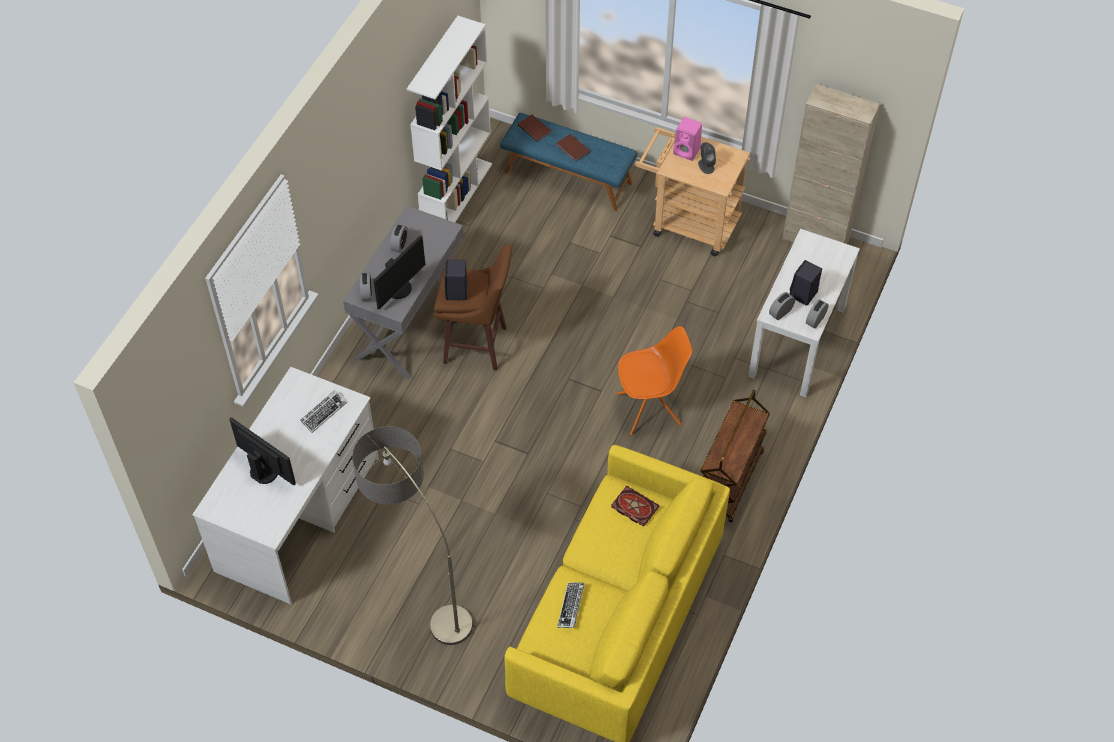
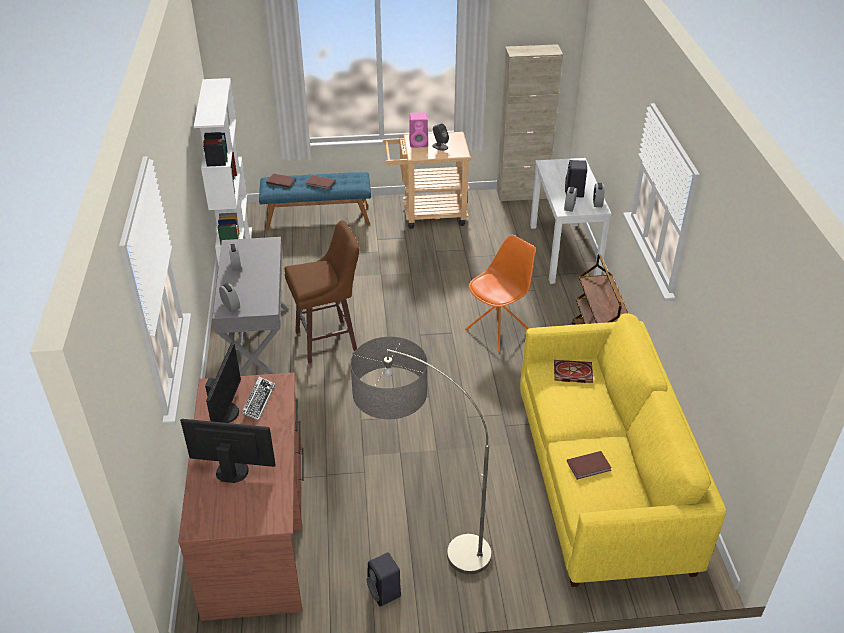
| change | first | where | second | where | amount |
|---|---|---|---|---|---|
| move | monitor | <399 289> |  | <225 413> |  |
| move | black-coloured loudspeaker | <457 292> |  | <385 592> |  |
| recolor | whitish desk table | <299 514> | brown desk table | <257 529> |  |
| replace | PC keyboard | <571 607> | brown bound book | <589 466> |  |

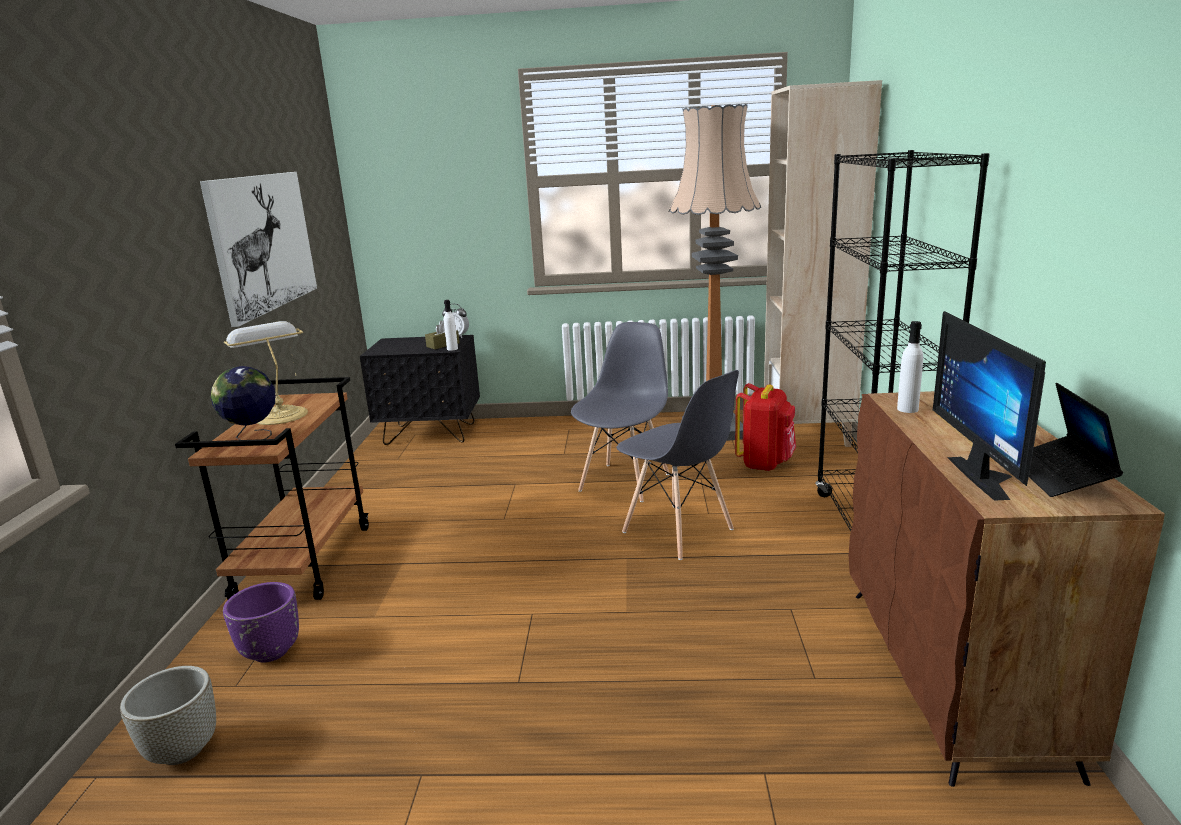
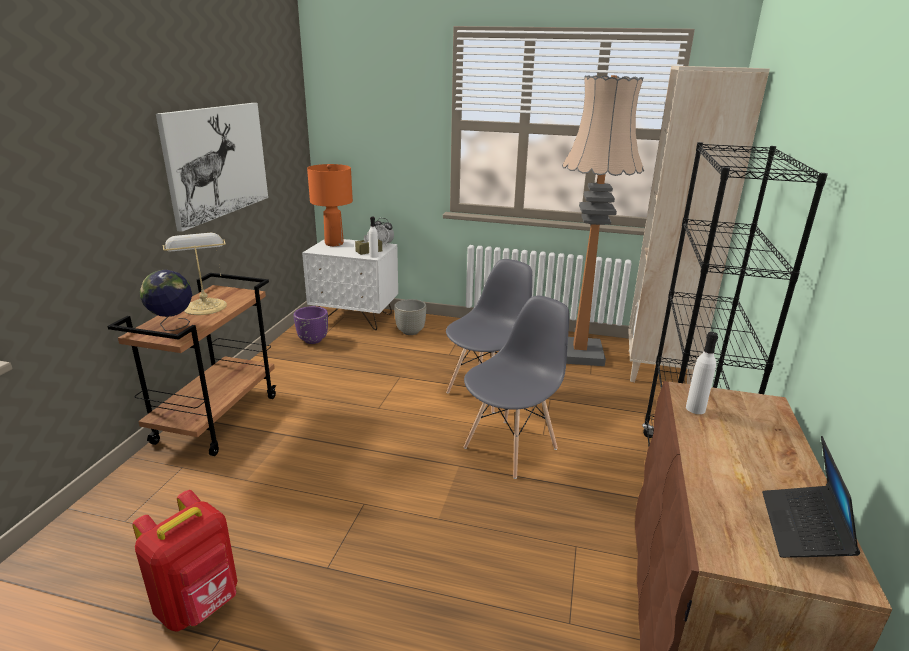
| change | first | where | second | where | amount |
|---|---|---|---|---|---|
| delete | monitor | <989 476> |  |  |  |
| recolor | black-coloured bedside table | <431 434> | whitish bedside table | <355 318> |  |
| rotate | grey chair | <678 531> |  | <511 448> | 105 degrees counterclockwise |
| move | reddish rucksack | <765 463> |  | <199 604> |  |
| move | purplish plant pot | <271 651> |  | <313 340> |  |
| move | grey plant pot | <182 750> |  | <410 331> |  |
| insert |  |  | orangey table lamp | <333 243> |  |

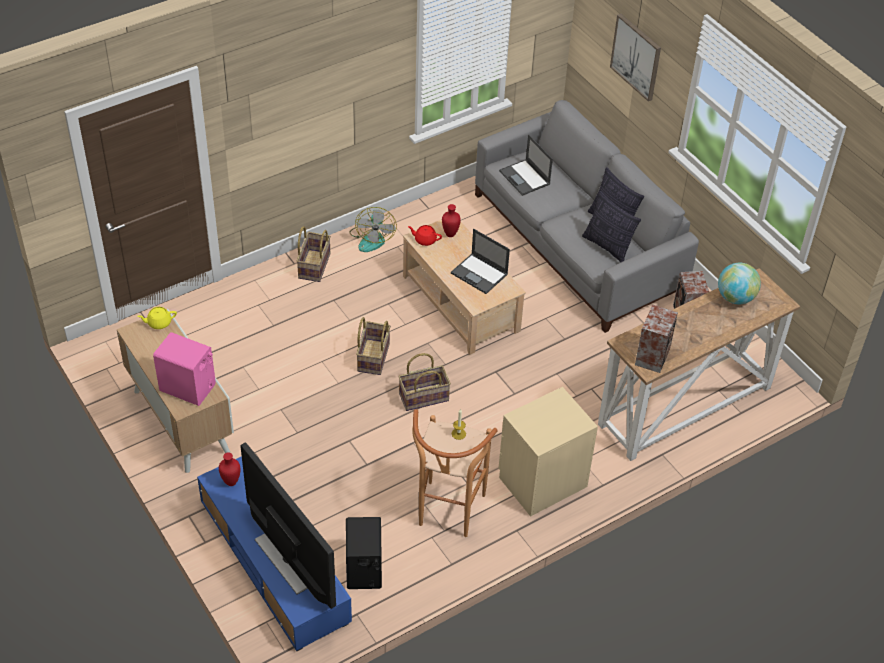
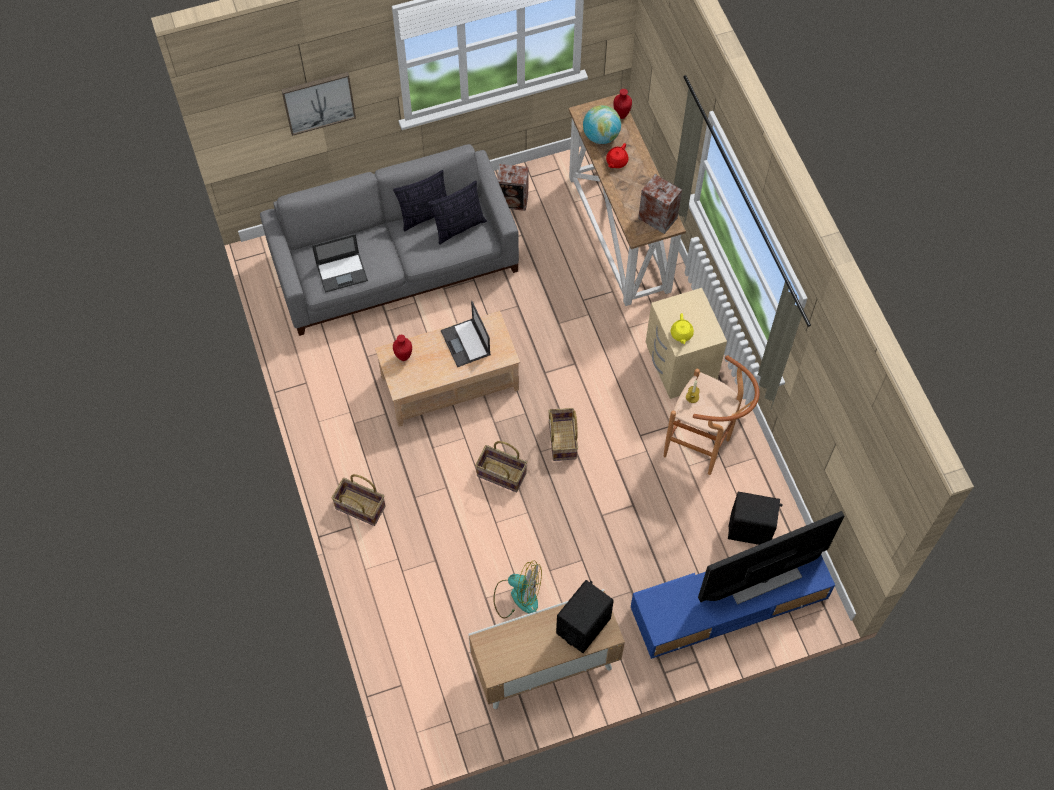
| change | first | where | second | where | amount |
|---|---|---|---|---|---|
| move | fan | <372 238> |  | <517 596> |  |
| move | reddish teapot | <425 240> |  | <616 161> |  |
| rotate | portable computer | <480 274> |  | <466 343> | 105 degrees clockwise |
| move | yellow teapot | <159 323> |  | <681 334> |  |
| recolor | pink-coloured loudspeaker | <188 387> | black-coloured loudspeaker | <583 625> |  |
| move | reddish decorative vase | <231 483> |  | <622 115> |  |

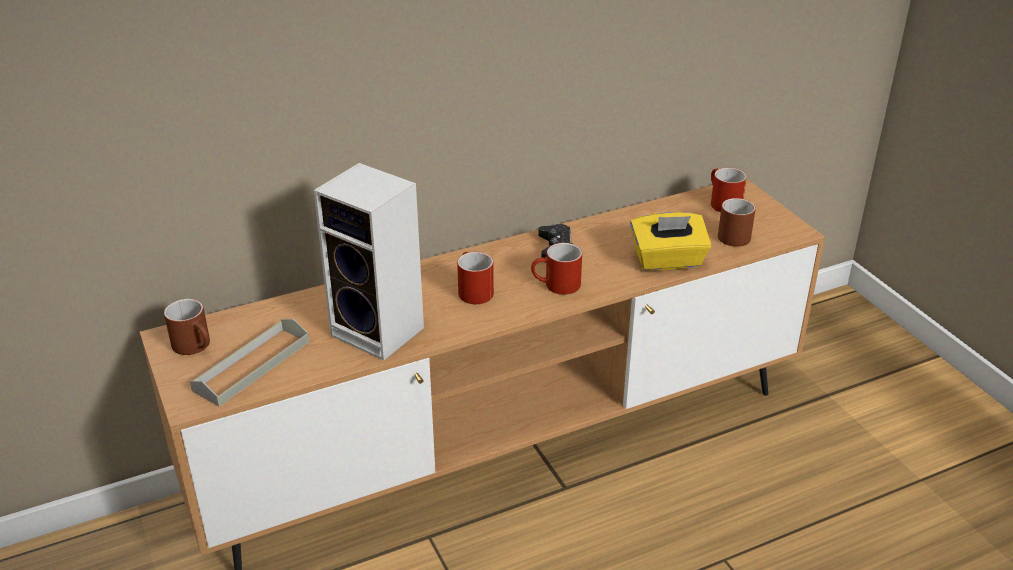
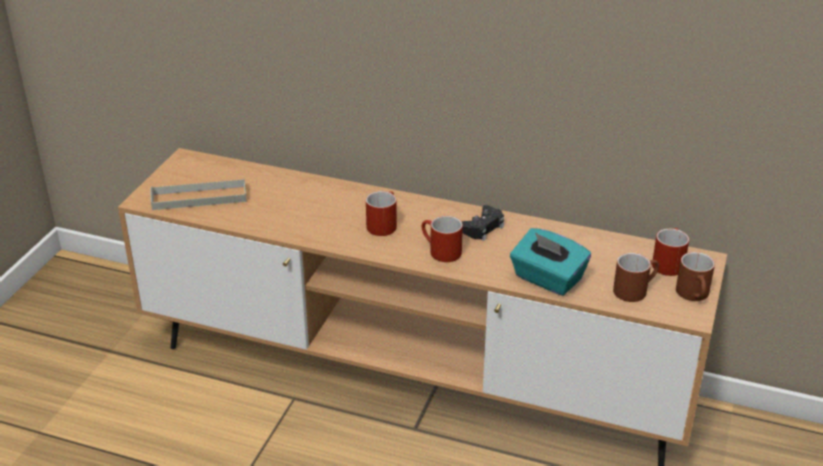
| change | first | where | second | where | amount |
|---|---|---|---|---|---|
| delete | loudspeaker | <381 332> |  |  |  |
| recolor | yellow box of tissues | <668 261> | blue-green box of tissues | <547 279> |  |
| move | brown mug | <196 346> |  | <695 295> |  |

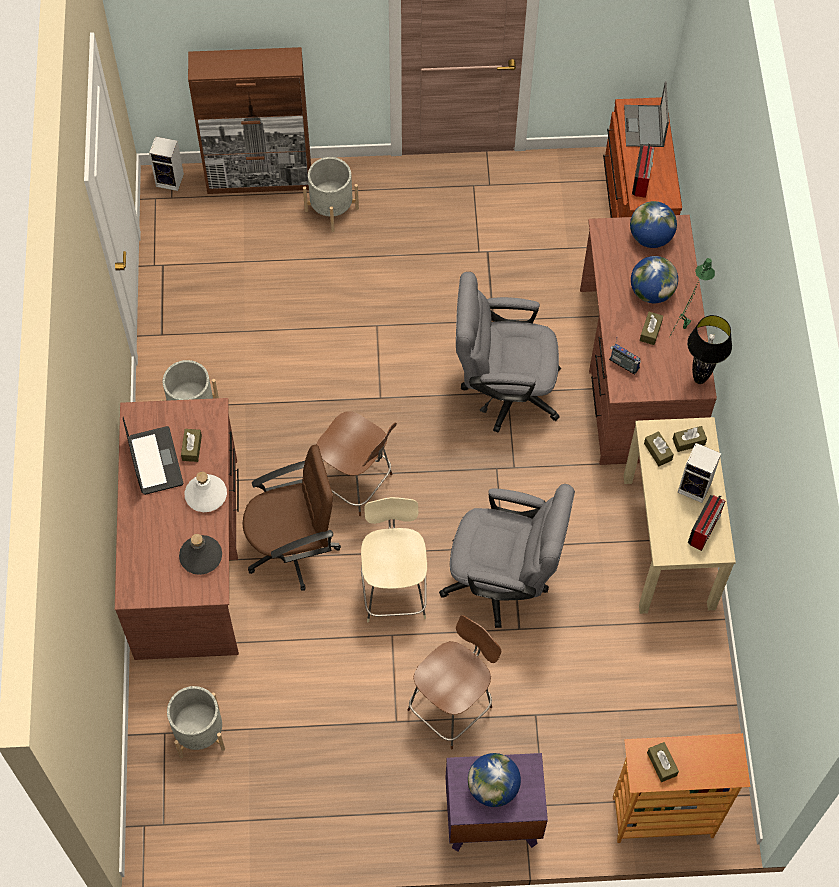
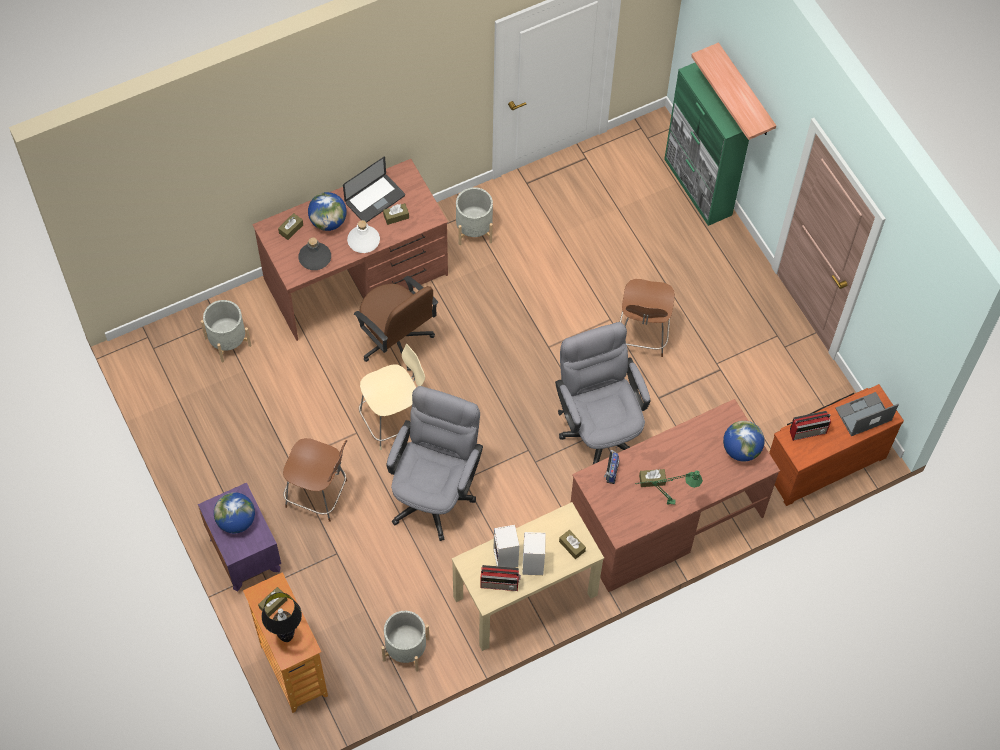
| change | first | where | second | where | amount |
|---|---|---|---|---|---|
| recolor | brown cabinet | <260 178> | greenish cabinet | <698 187> |  |
| move | loudspeaker | <171 180> |  | <506 559> |  |
| move | grey plant pot | <331 209> |  | <406 649> |  |
| move | world globe | <651 292> |  | <328 221> |  |
| move | black-coloured table lamp | <699 379> |  | <287 637> |  |
| move | brown chair | <355 482> |  | <642 335> |  |
| move | brown box of tissues | <657 451> |  | <291 229> |  |
| rotate | grey desk chair | <504 581> |  | <435 491> | 150 degrees counterclockwise |
| insert |  |  | wall shelf | <745 92> |  |

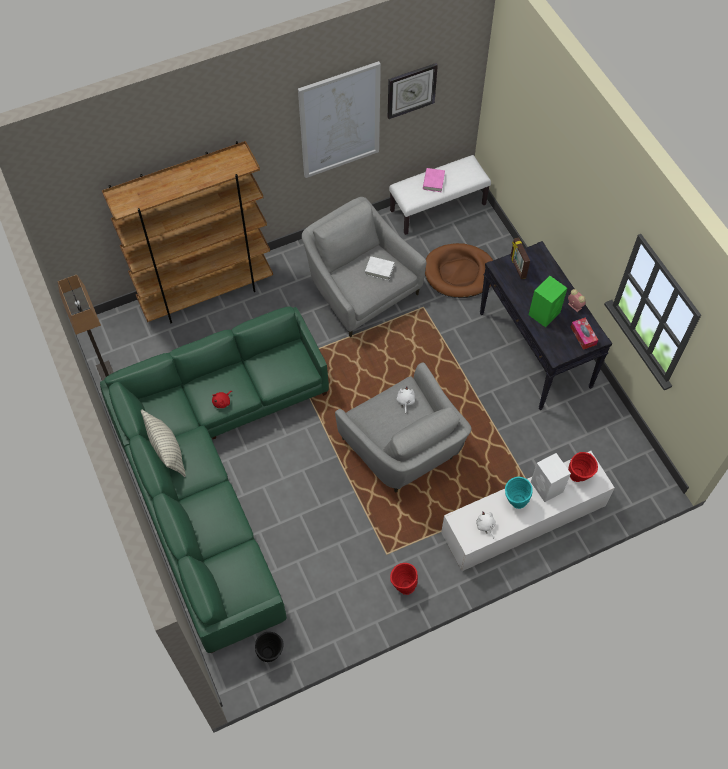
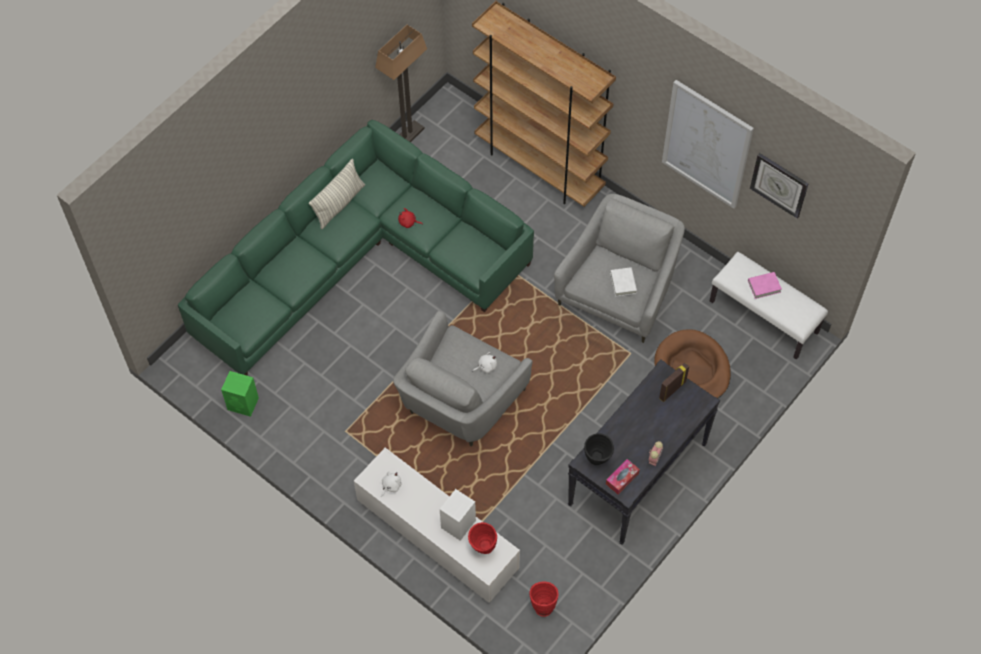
| change | first | where | second | where | amount |
|---|---|---|---|---|---|
| move | greenish loudspeaker | <544 313> |  | <244 404> |  |
| delete | blue-green decorative vase | <514 502> |  |  |  |
| move | reddish decorative vase | <402 586> |  | <542 605> |  |
| move | black-coloured decorative vase | <271 654> |  | <597 461> |  |

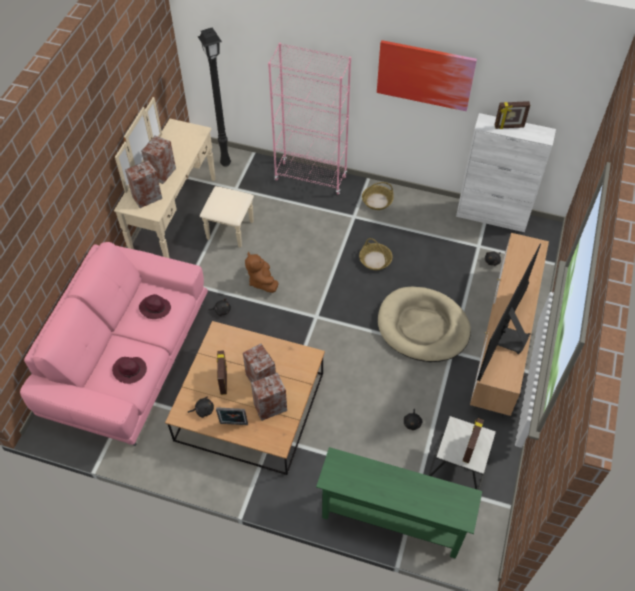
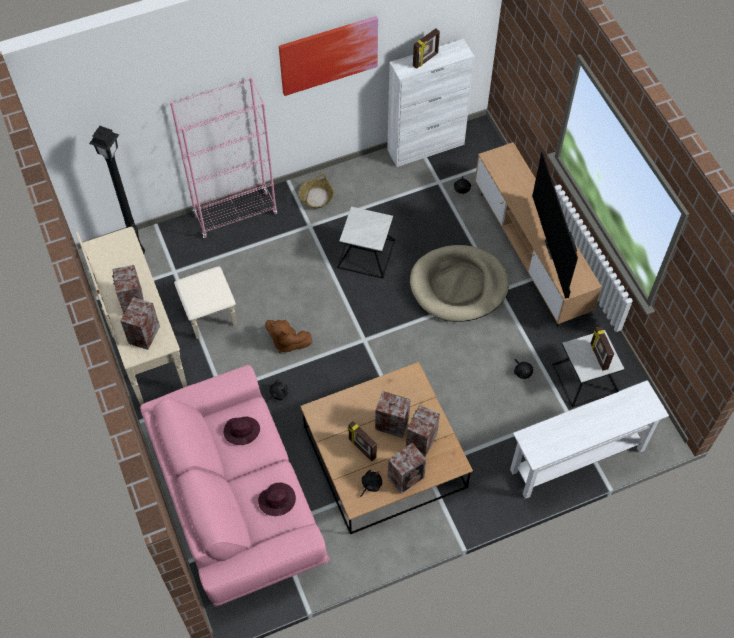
| change | first | where | second | where | amount |
|---|---|---|---|---|---|
| replace | household basket | <375 260> | accent table | <366 254> |  |
| replace | standing frame | <233 425> | loudspeaker | <407 477> |  |
| recolor | greenish narrow table | <391 522> | whitish narrow table | <577 460> |  |

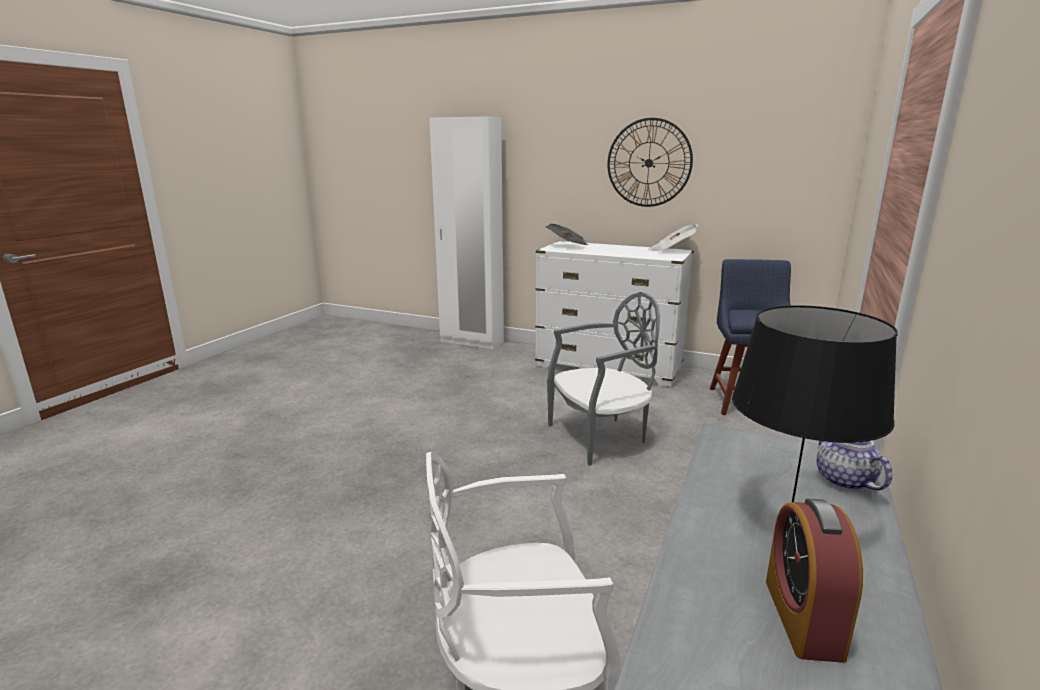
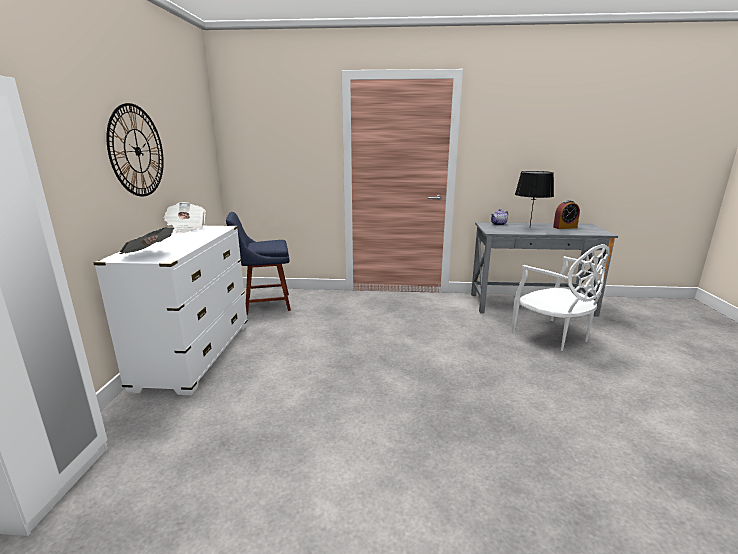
| change | first | where | second | where | amount |
|---|---|---|---|---|---|
| delete | grey chair | <601 437> |  |  |  |

